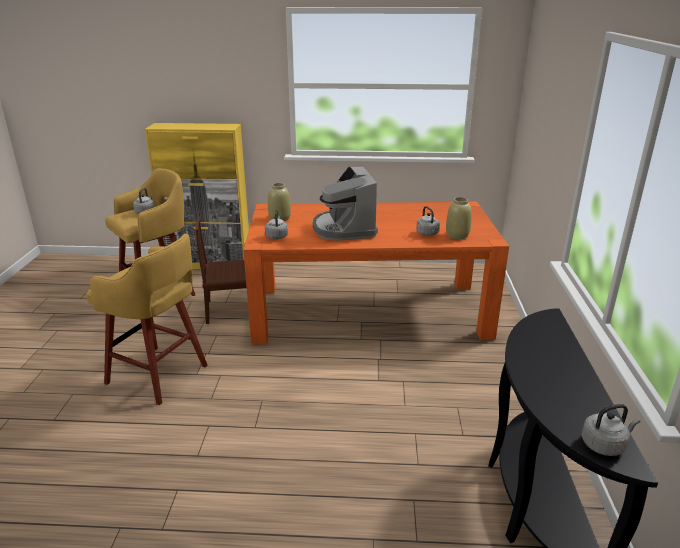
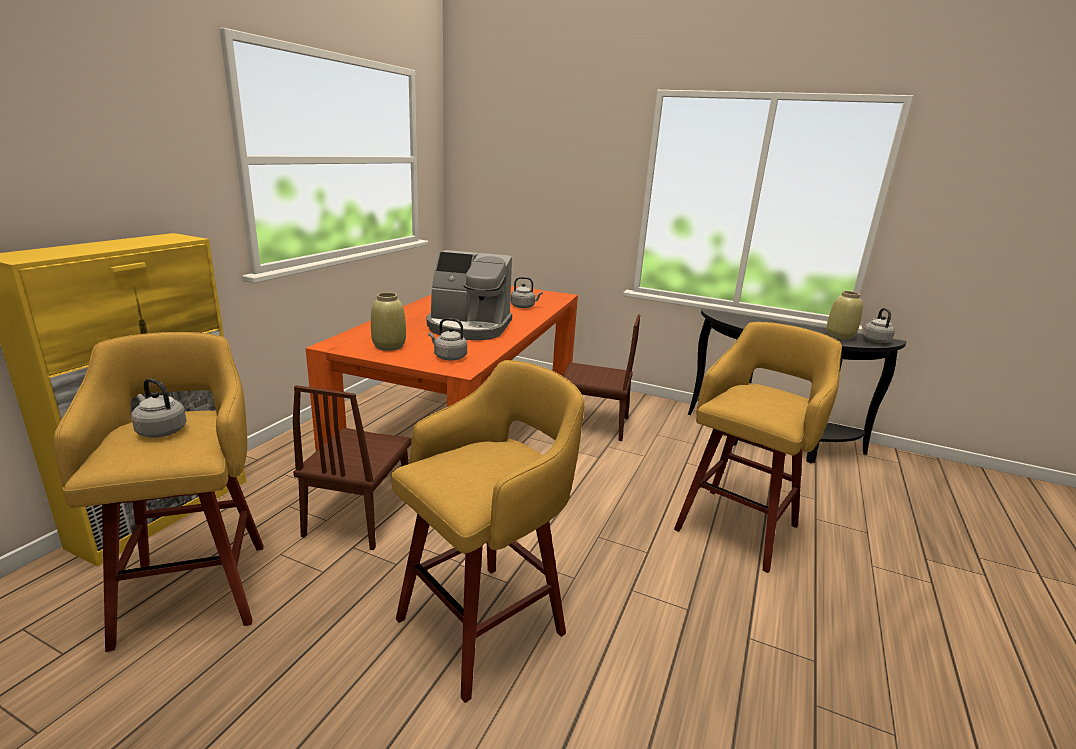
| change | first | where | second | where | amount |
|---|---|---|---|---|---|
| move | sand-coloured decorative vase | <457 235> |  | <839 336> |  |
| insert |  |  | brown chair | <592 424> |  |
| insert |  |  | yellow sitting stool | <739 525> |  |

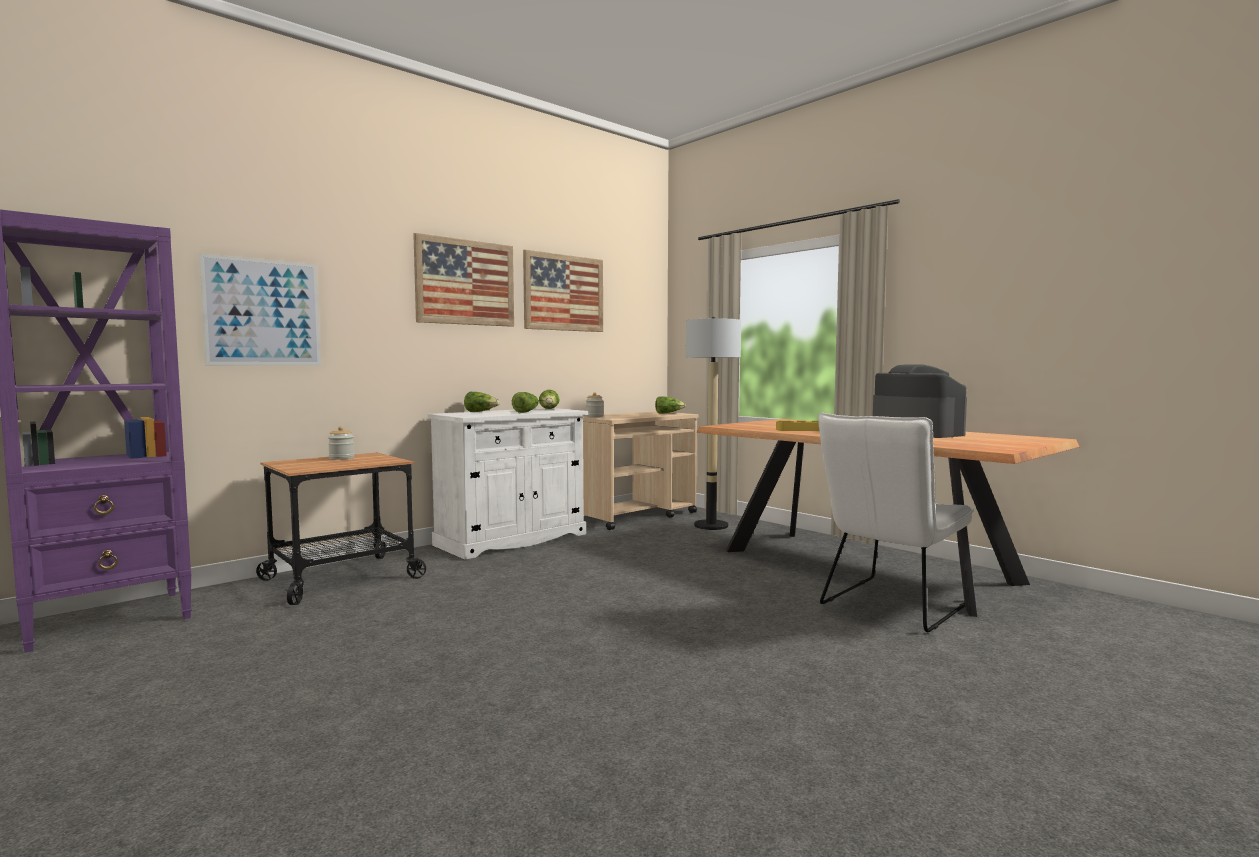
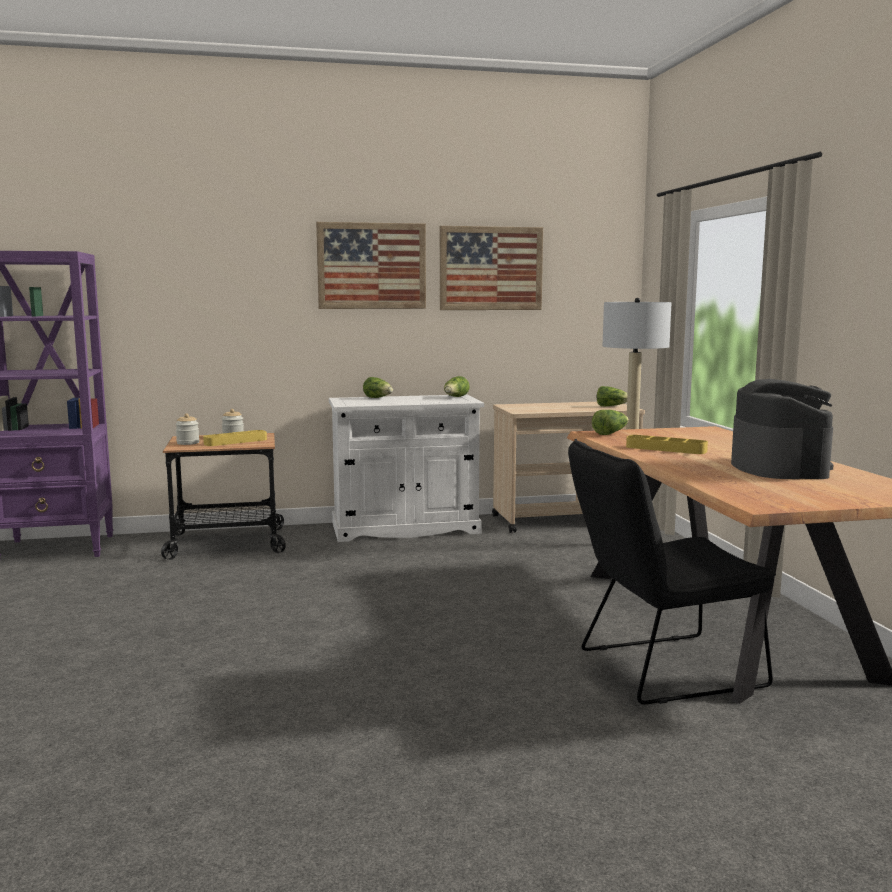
| change | first | where | second | where | amount |
|---|---|---|---|---|---|
| delete | picture | <263 312> |  |  |  |
| move | lettuce | <526 412> |  | <610 433> |  |
| move | jar | <594 416> |  | <188 443> |  |
| recolor | whitish chair | <891 606> | black-coloured chair | <659 669> |  |
| insert |  |  | yellow serving tray | <235 441> |  |

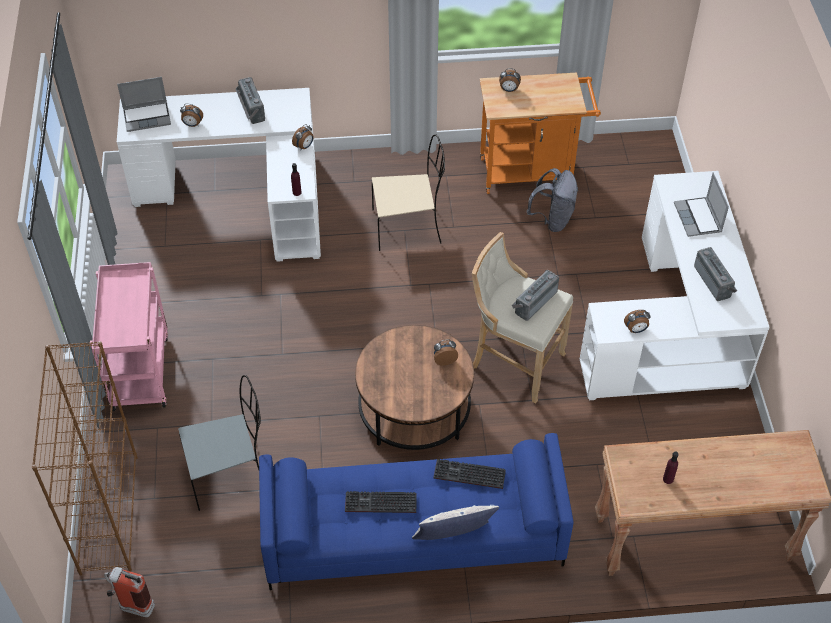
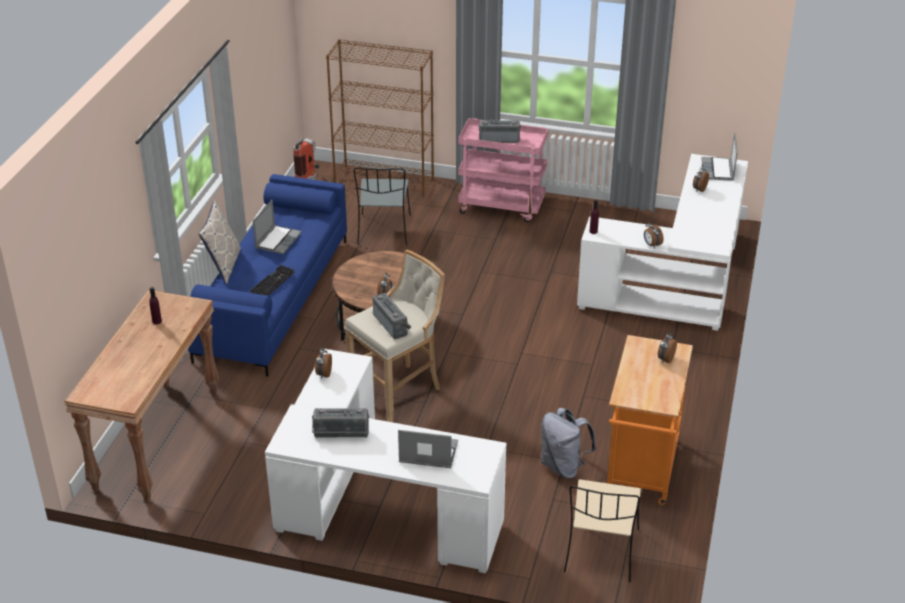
| change | first | where | second | where | amount |
|---|---|---|---|---|---|
| move | radio | <250 109> |  | <499 139> |  |
| move | sand-coloured chair | <408 226> |  | <601 552> |  |
| replace | PC keyboard | <379 504> | portable computer | <278 240> |  |

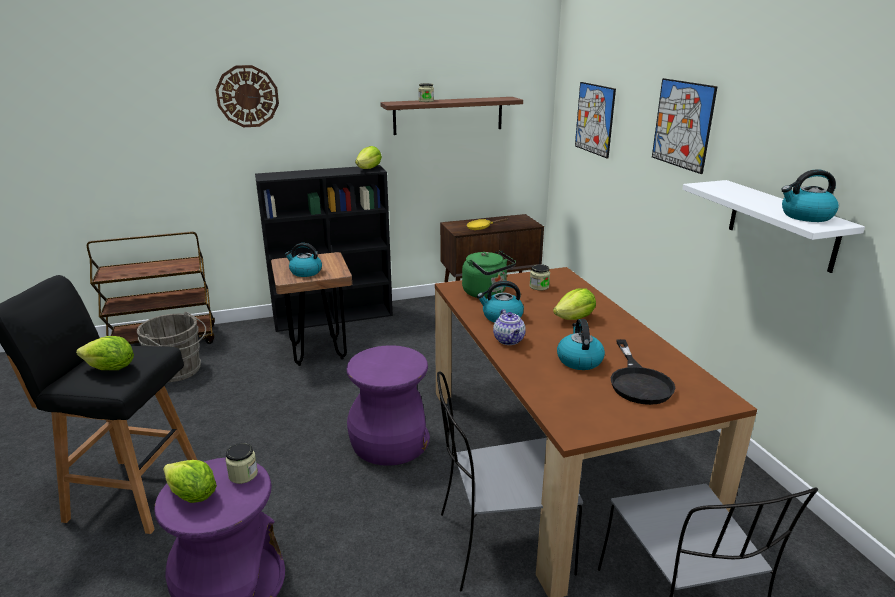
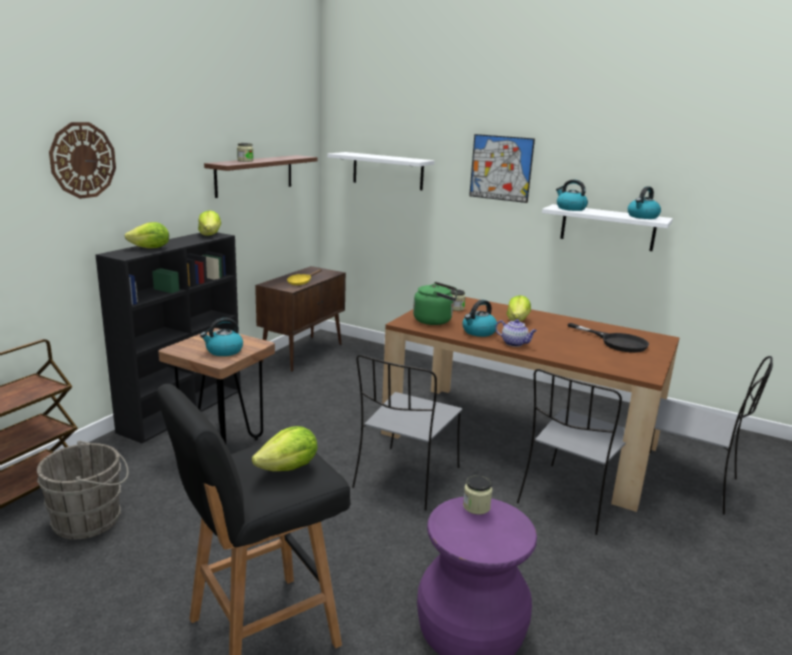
| change | first | where | second | where | amount |
|---|---|---|---|---|---|
| replace | picture | <594 119> | whitish wall shelf | <387 171> |  |
| move | tea kettle | <579 360> |  | <570 208> |  |
| replace | purplish sitting stool | <389 441> | grey chair | <406 479> |  |
| move | lettuce | <192 496> |  | <150 248> |  |

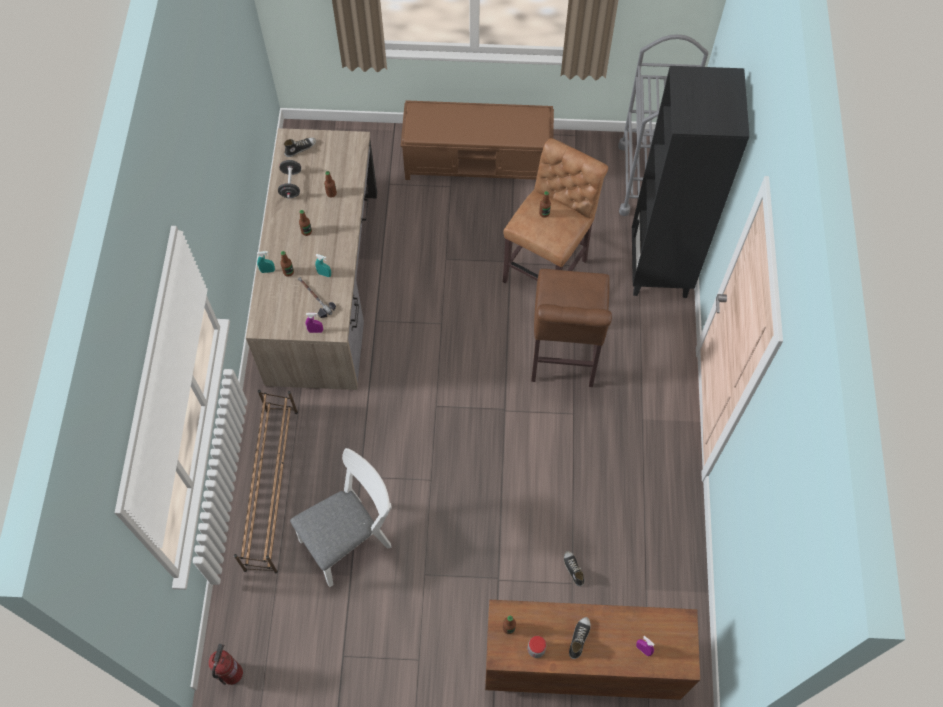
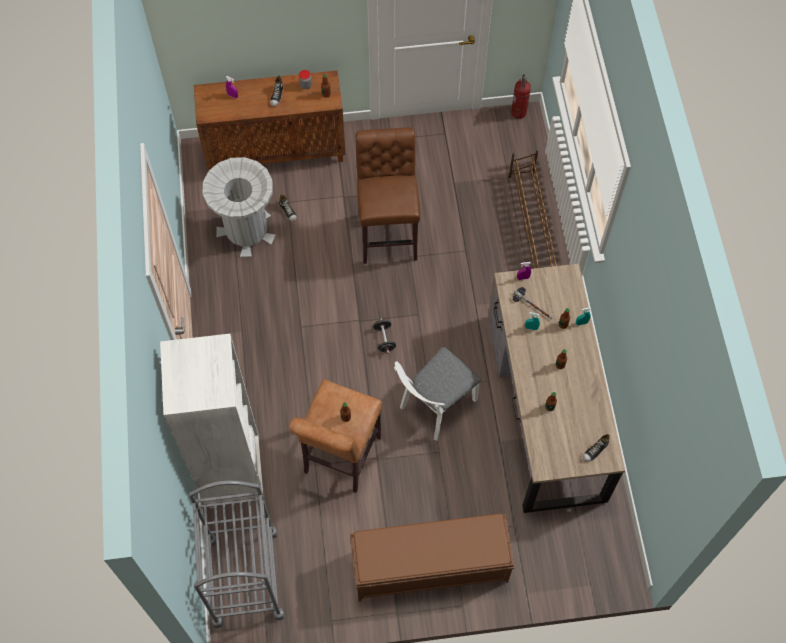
| change | first | where | second | where | amount |
|---|---|---|---|---|---|
| recolor | black-coloured shelving unit | <660 269> | whitish shelving unit | <233 475> |  |
| move | black-coloured hand weight | <291 185> |  | <384 339> |  |
| move | brown sitting stool | <563 358> |  | <388 233> |  |
| move | whitish chair | <351 539> |  | <434 408> |  |
| insert |  |  | grey trash can | <246 230> |  |

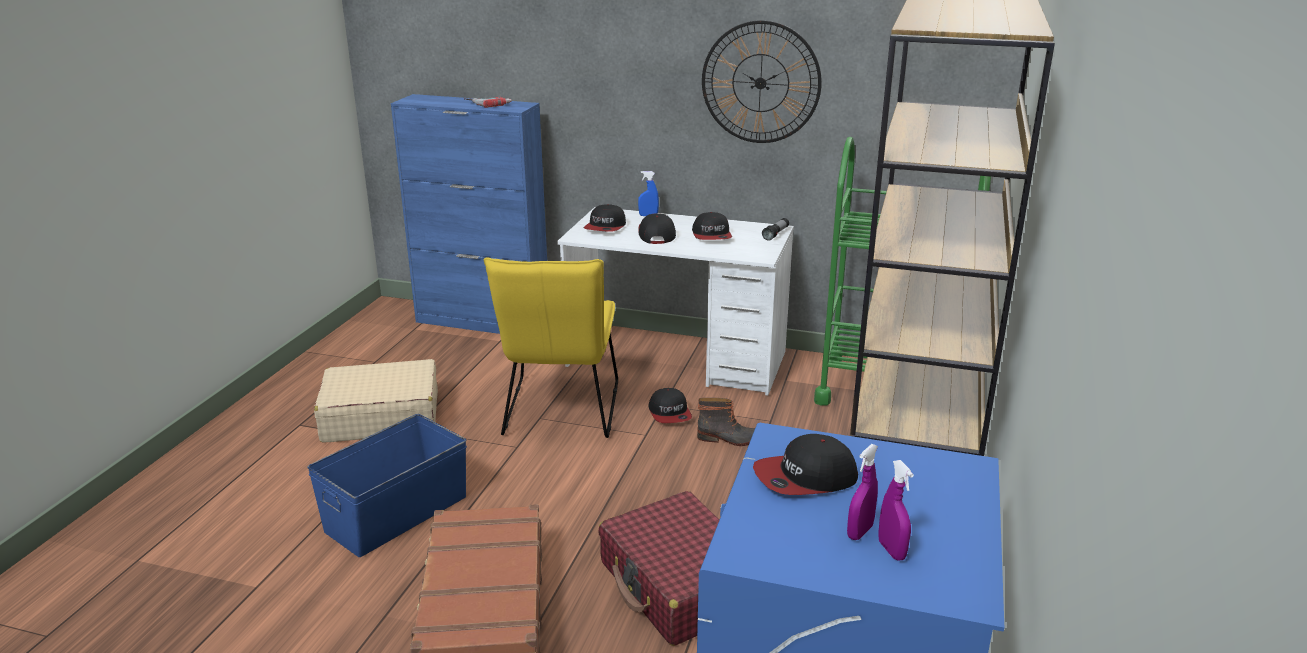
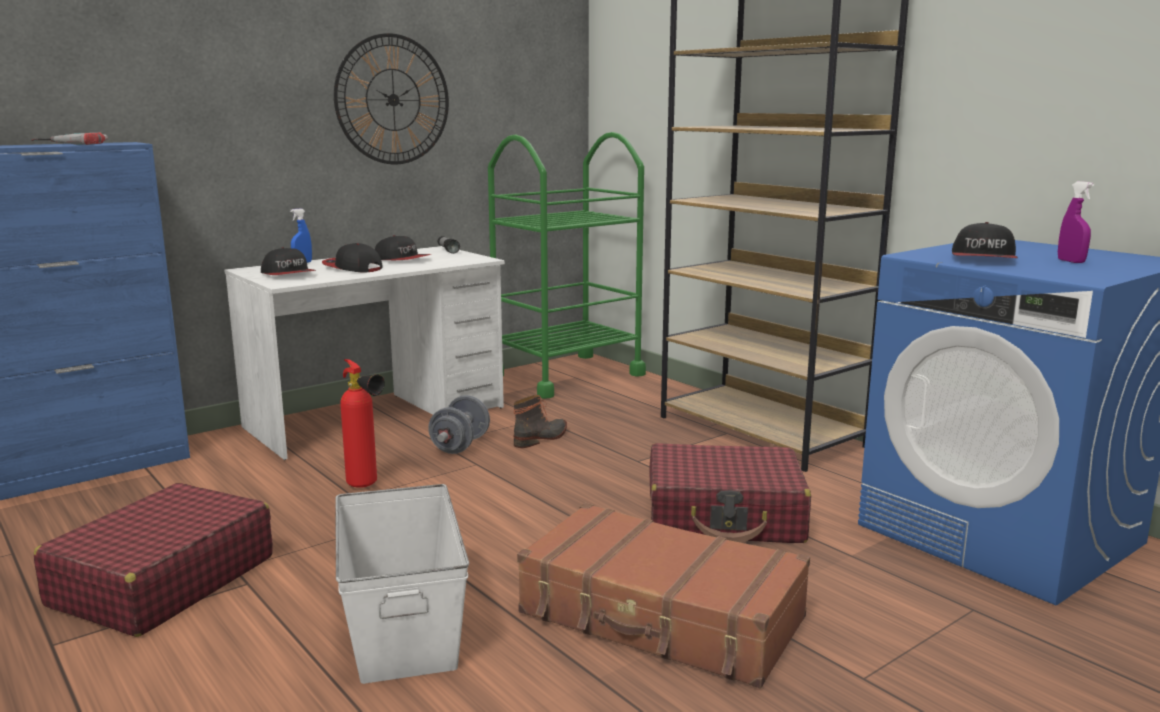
| change | first | where | second | where | amount |
|---|---|---|---|---|---|
| replace | yellow chair | <560 413> | extinguisher | <366 486> |  |
| recolor | sand-coloured suitcase | <381 417> | reddish suitcase | <162 581> |  |
| replace | baseball cap | <670 413> | grey hand weight | <460 445> |  |
| recolor | blue-coloured storage container | <398 513> | whitish storage container | <404 621> |  |
| delete | purplish hand sprayer | <891 550> |  |  |  |

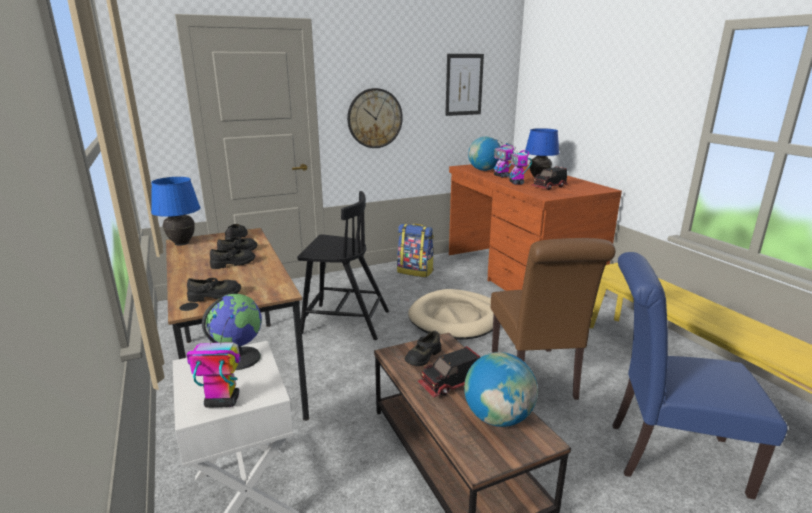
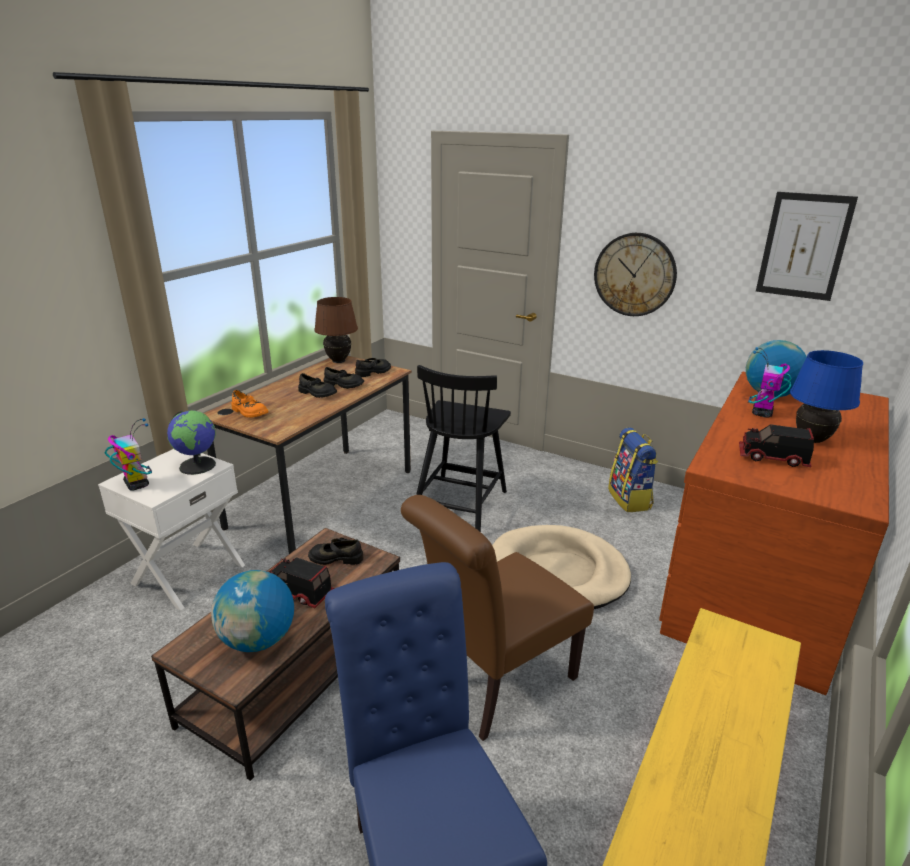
| change | first | where | second | where | amount |
|---|---|---|---|---|---|
| delete | toy robot | <516 183> |  |  |  |
| recolor | blue-coloured table lamp | <181 242> | brown table lamp | <338 360> |  |
| rotate | black-coloured chair | <344 322> |  | <460 505> | 45 degrees clockwise |
| recolor | black-coloured shoe | <215 296> | orangey shoe | <249 412> |  |

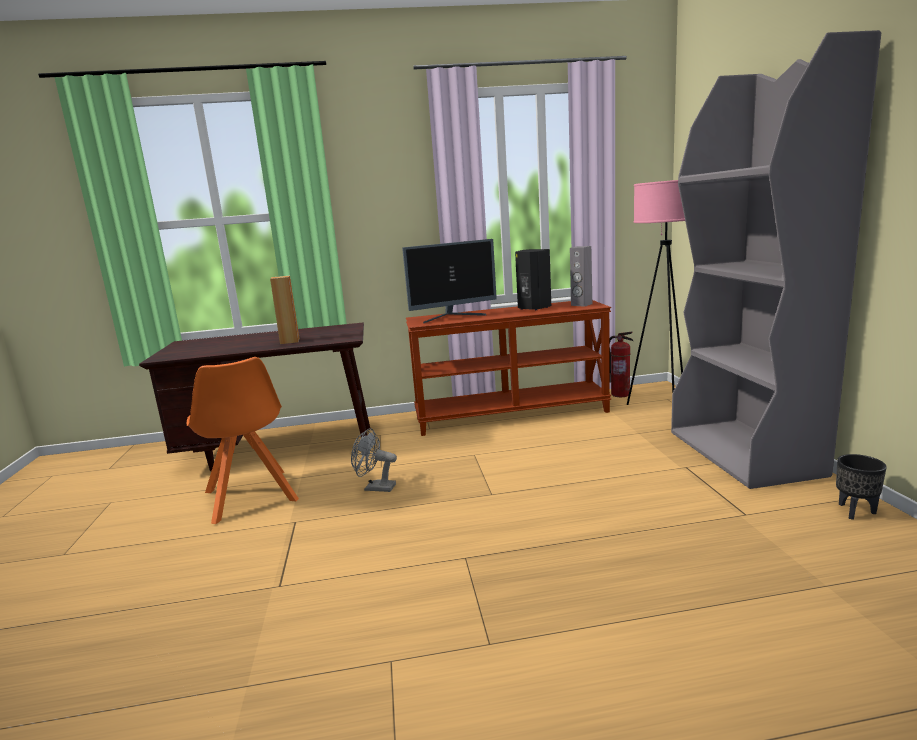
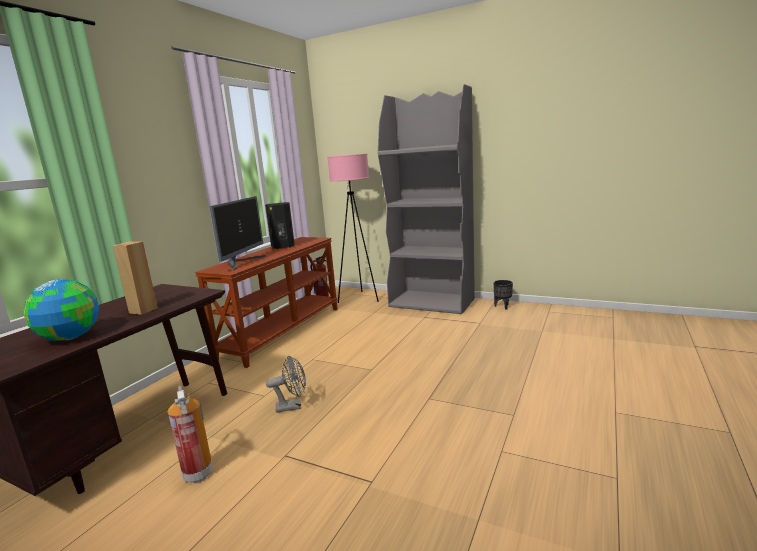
| change | first | where | second | where | amount |
|---|---|---|---|---|---|
| delete | grey loudspeaker | <581 304> |  |  |  |
| replace | orangey chair | <251 497> | extinguisher | <198 473> |  |
| rotate | grey fan | <375 488> |  | <293 406> | 150 degrees counterclockwise |
| insert |  |  | world globe | <71 337> |  |

